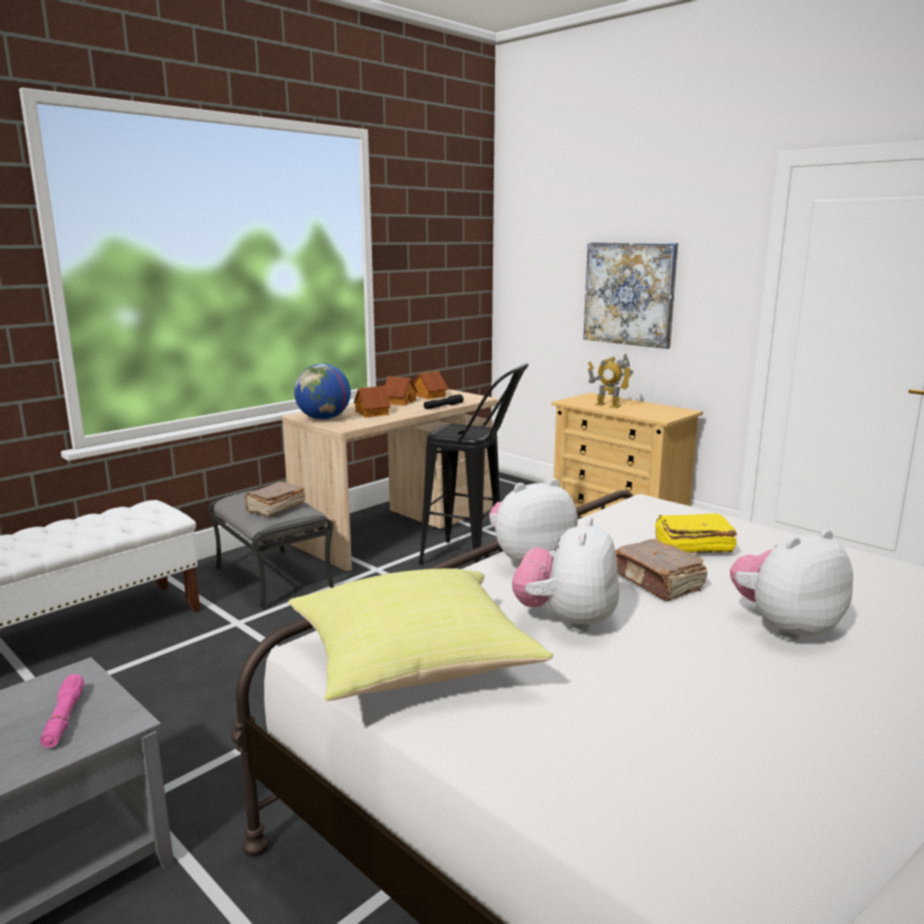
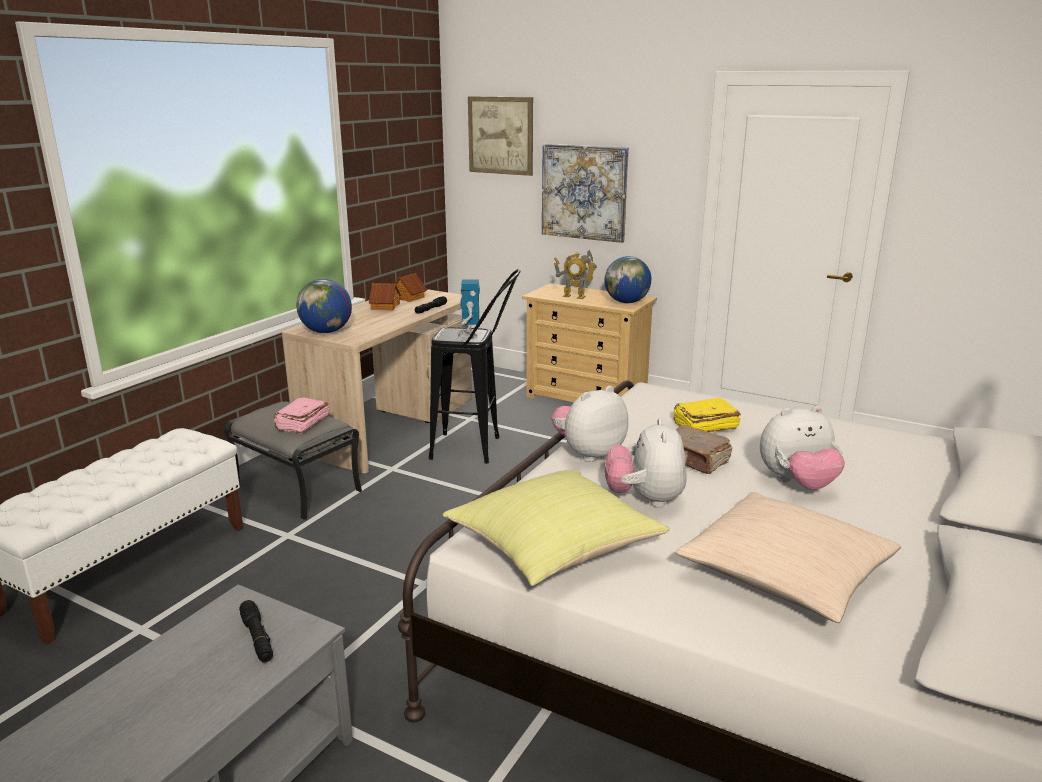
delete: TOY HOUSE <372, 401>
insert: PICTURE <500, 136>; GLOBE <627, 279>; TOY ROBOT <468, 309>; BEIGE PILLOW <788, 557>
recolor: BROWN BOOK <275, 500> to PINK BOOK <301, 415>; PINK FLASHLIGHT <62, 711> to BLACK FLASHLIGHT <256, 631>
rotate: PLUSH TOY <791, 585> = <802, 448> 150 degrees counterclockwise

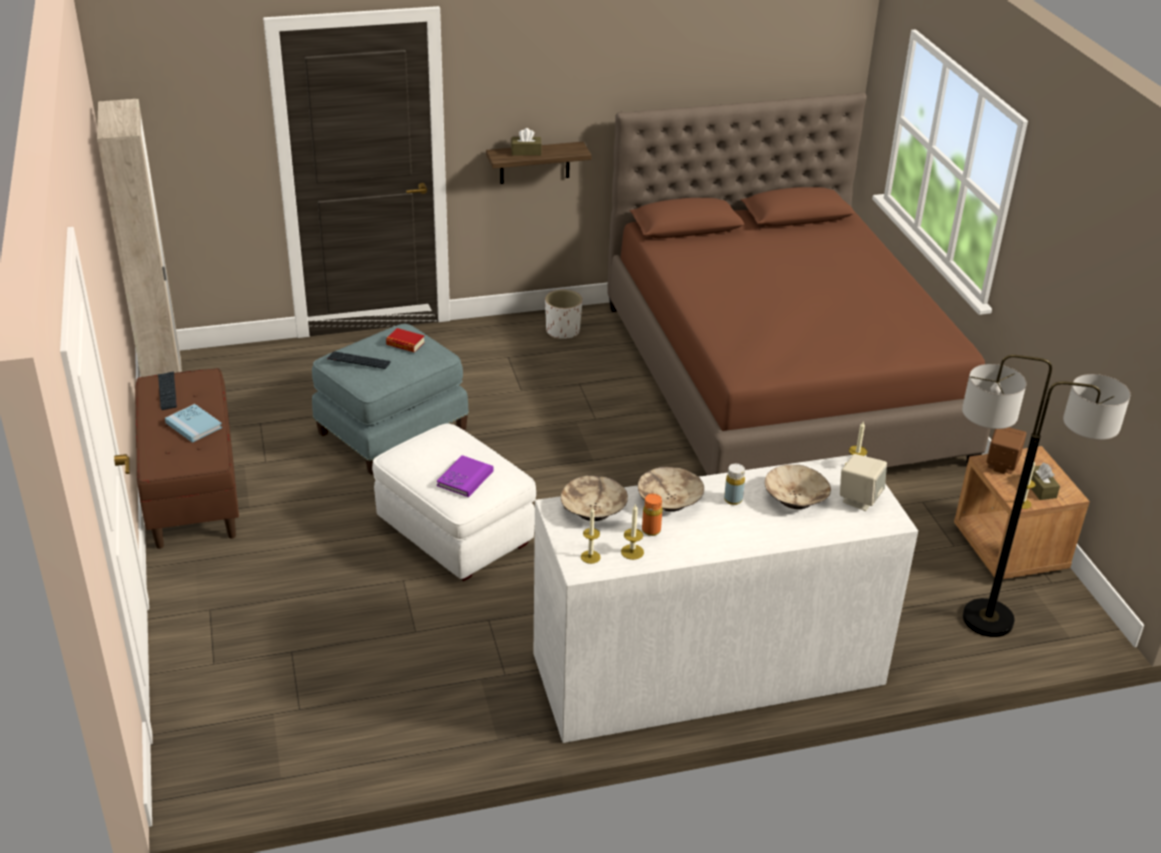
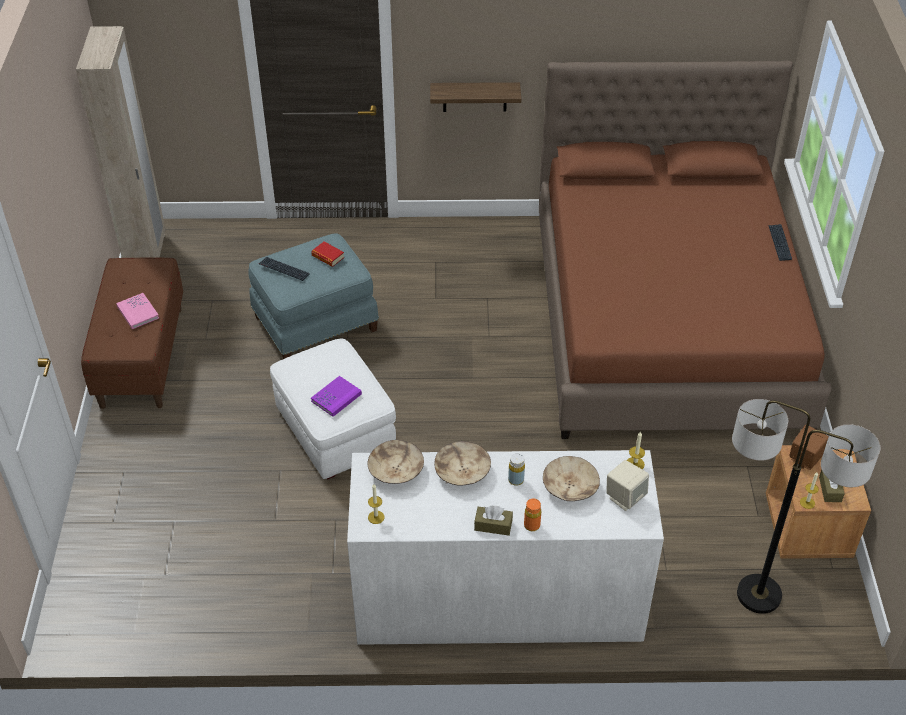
delete: WHITE PLANTER <563, 314>; CANDLE <632, 532>
move: BROWN TISSUE BOX <526, 142> to <493, 521>; KEYBOARD <167, 390> to <780, 242>; ORANGE BOTTLE <652, 515> to <532, 514>
recolor: BLUE BOOK <193, 423> to PINK BOOK <137, 311>

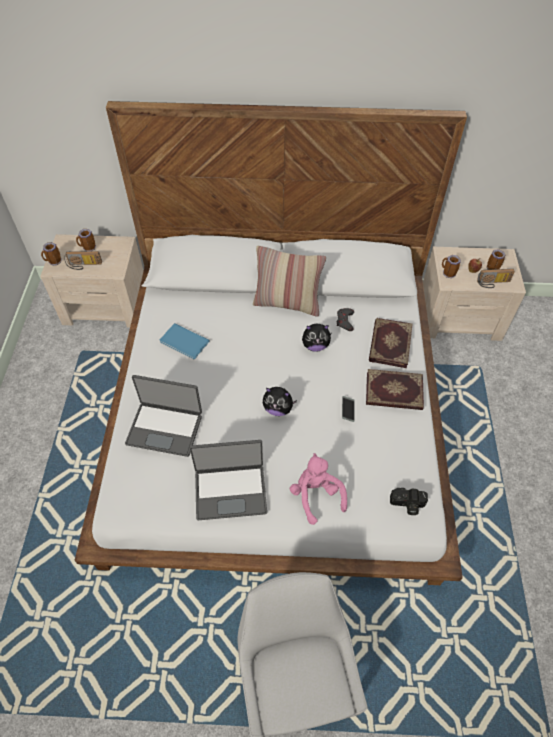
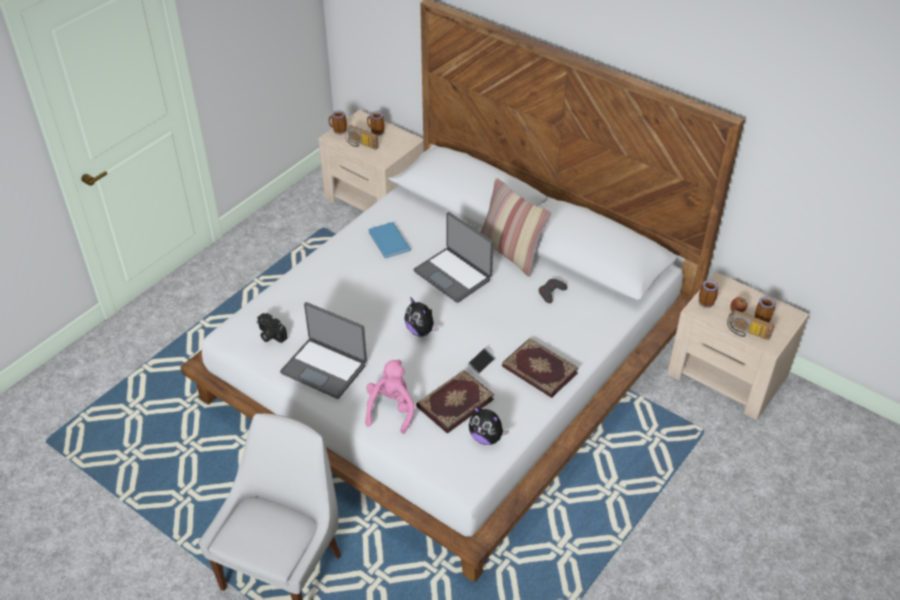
move: BOOK <391, 343> to <455, 402>; PLUSH TOY <317, 338> to <489, 425>; LAPTOP <163, 416> to <453, 257>; PHOTO CAMERA <409, 501> to <272, 328>

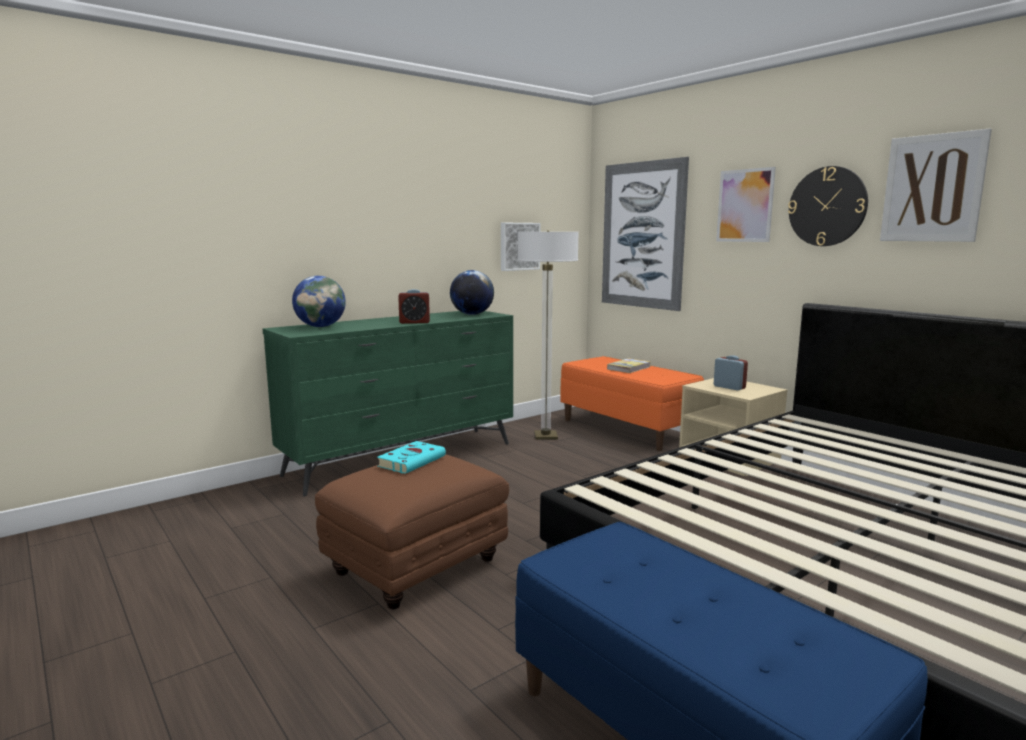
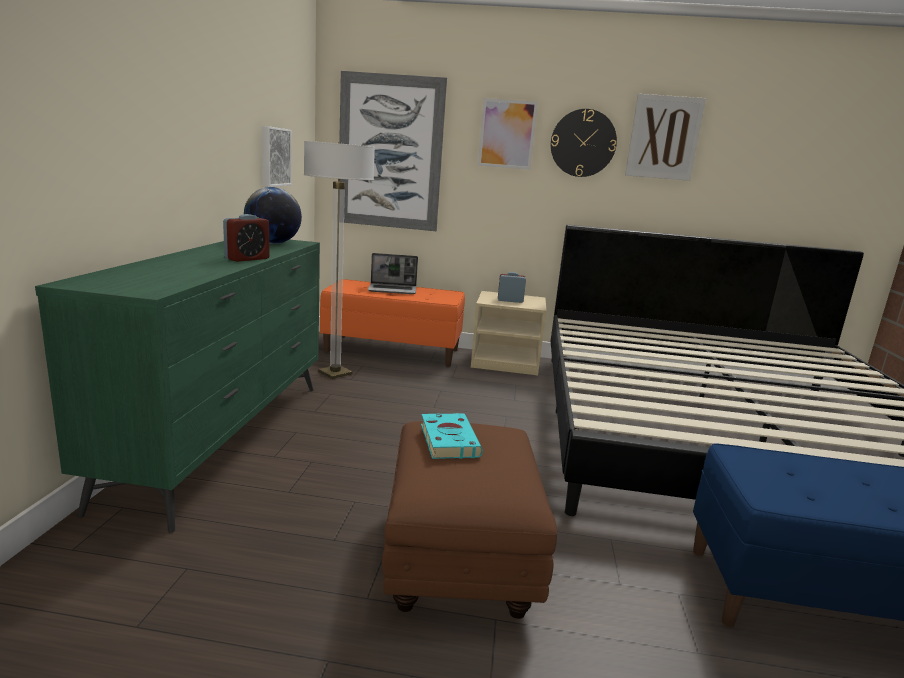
delete: GLOBE <319, 301>
replace: BOOK <629, 365> to LAPTOP <393, 273>

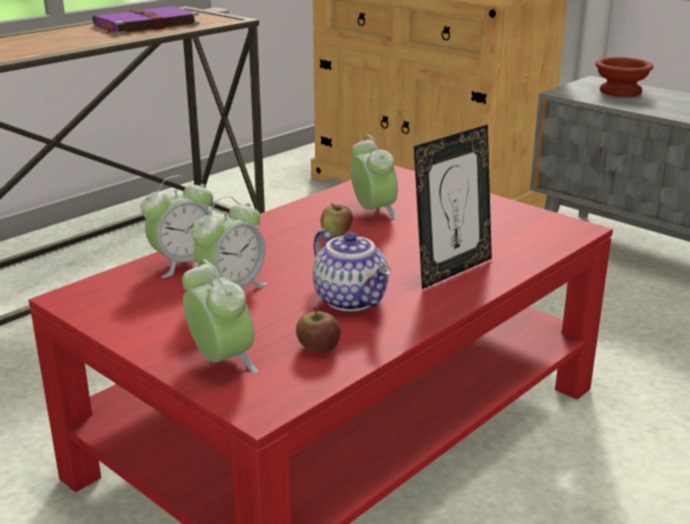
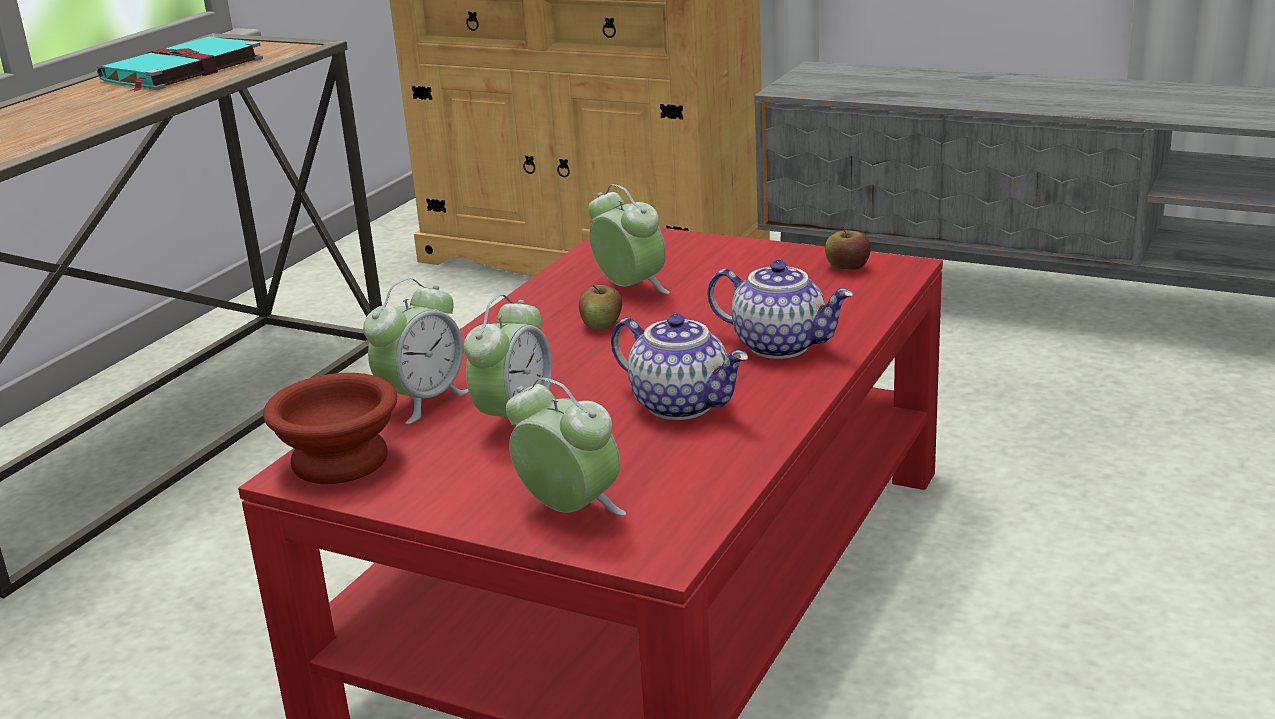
move: BROWN BOWL <624, 77> to <330, 428>; APPLE <318, 330> to <848, 247>
replace: PICTURE FRAME <453, 206> to TEAPOT <780, 309>
recolor: PURPLE BOOK <146, 20> to TURQUOISE BOOK <180, 64>

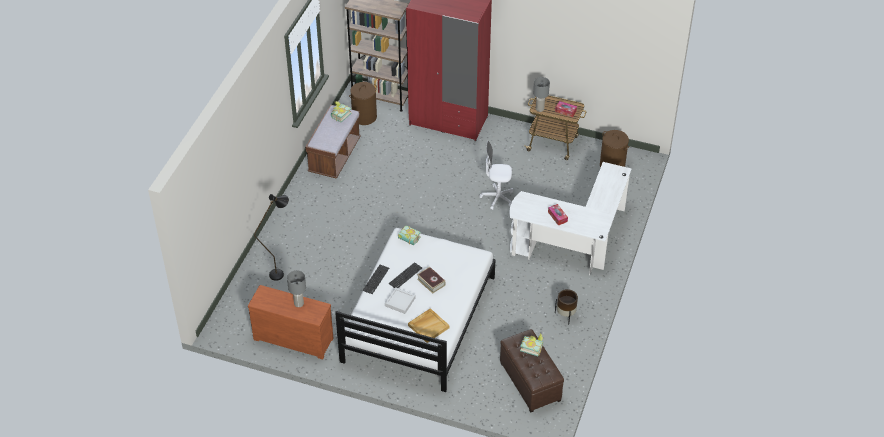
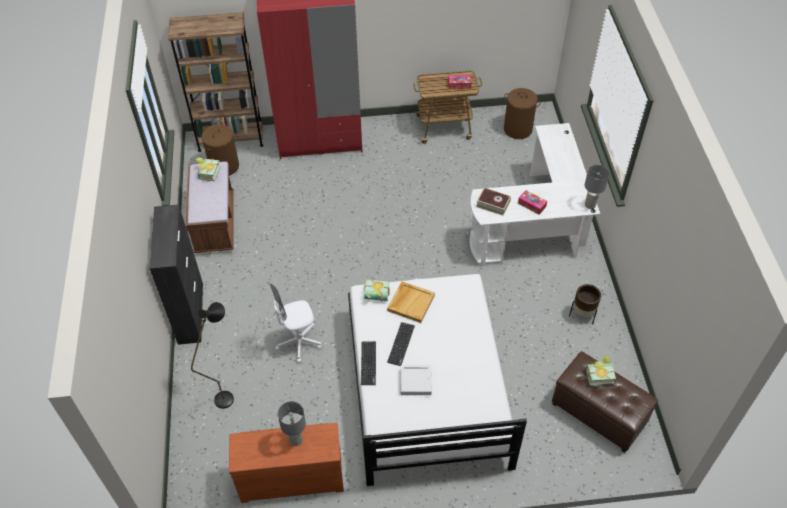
insert: BLACK CABINET <176, 274>
move: GREY TABLE LAMP <541, 94> to <597, 187>; WHITE OFFICE CHAIR <496, 175> to <295, 323>; BOOK <431, 280> to <493, 202>; BEIGE TRAY <429, 325> to <411, 302>

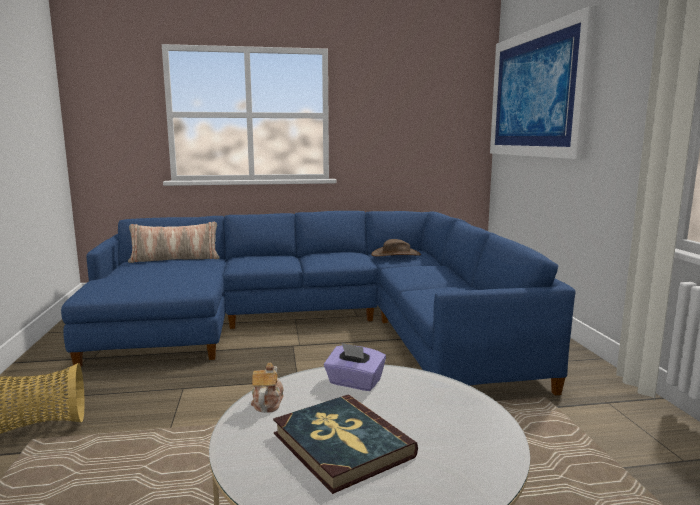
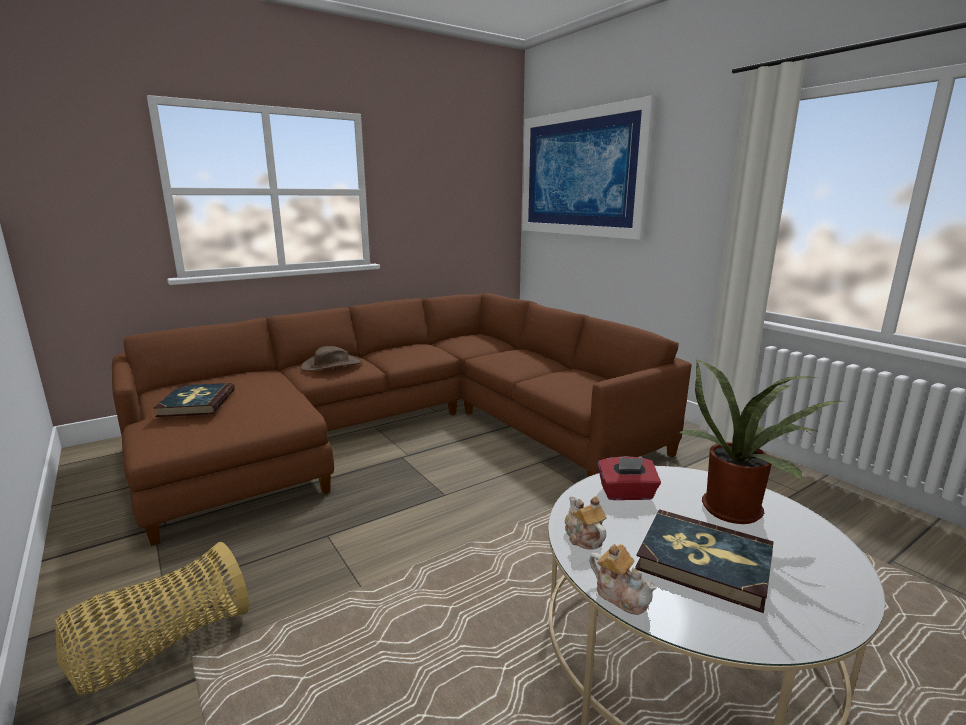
delete: PILLOW <174, 242>
insert: POTTED PLANT <760, 441>; BOOK <194, 400>; TEAPOT <623, 579>
move: BROWN HAT <396, 247> to <331, 358>
recolor: BLUE SOFA <318, 303> to BROWN SOFA <402, 419>; PURPLE TISSUE BOX <355, 367> to RED TISSUE BOX <629, 478>

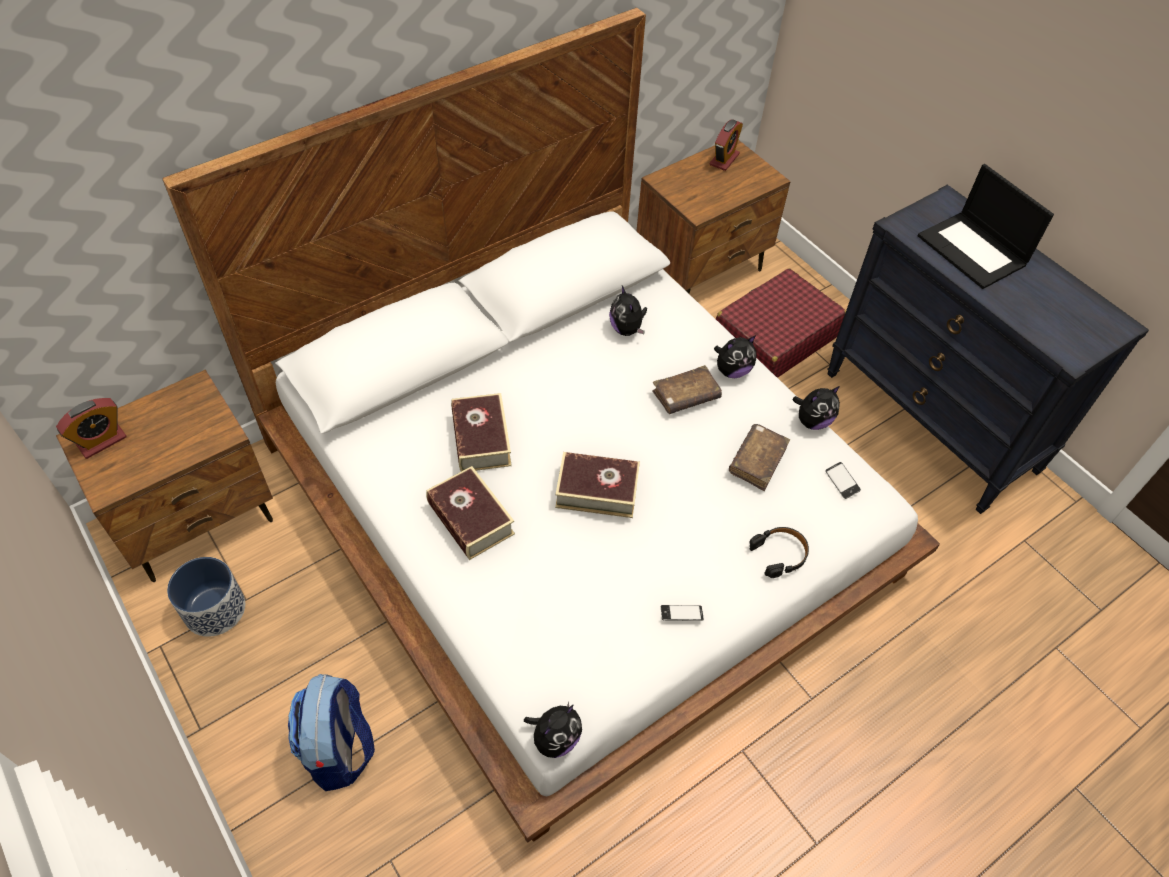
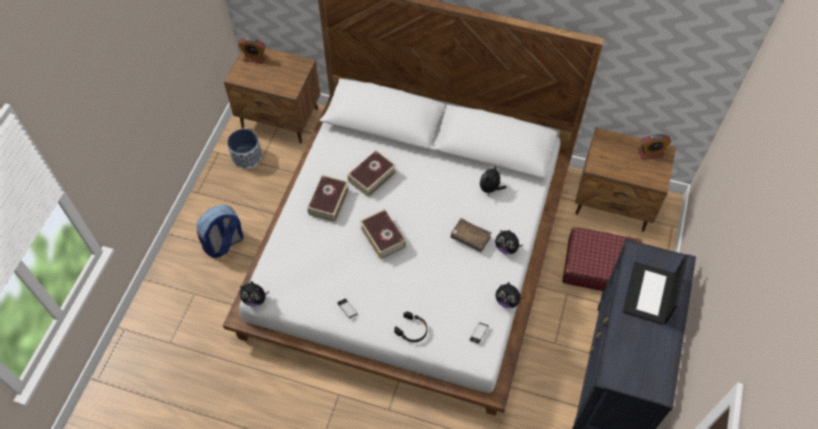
delete: BROWN BOOK <759, 457>

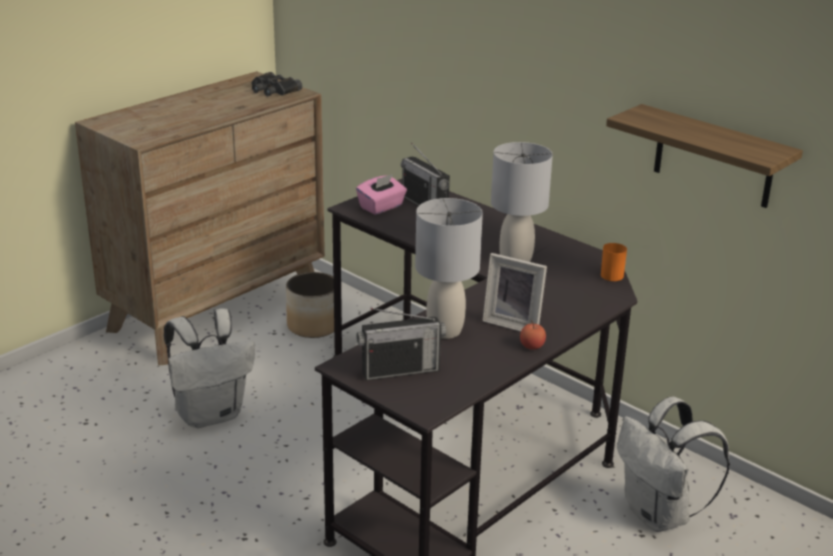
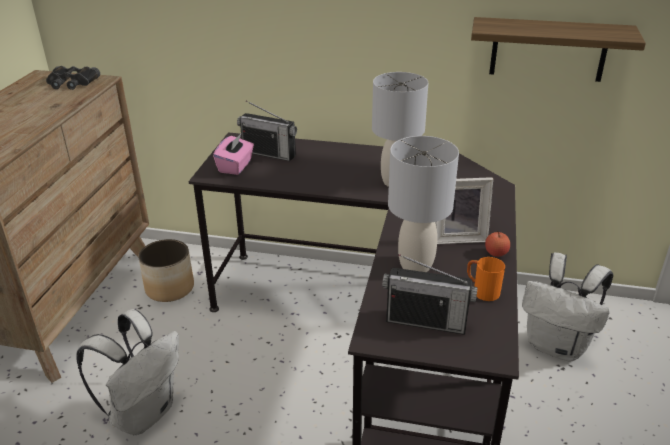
move: ORANGE MUG <614, 262> to <486, 279>
rotate: RADIO <401, 344> = <430, 294> 60 degrees clockwise

